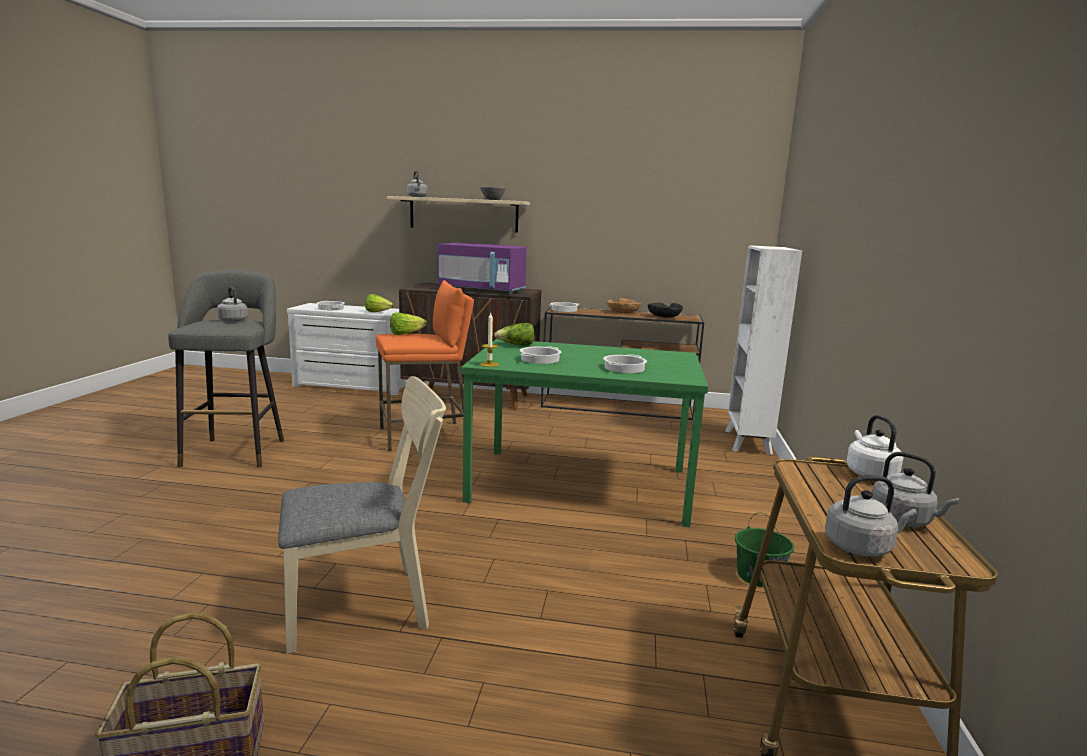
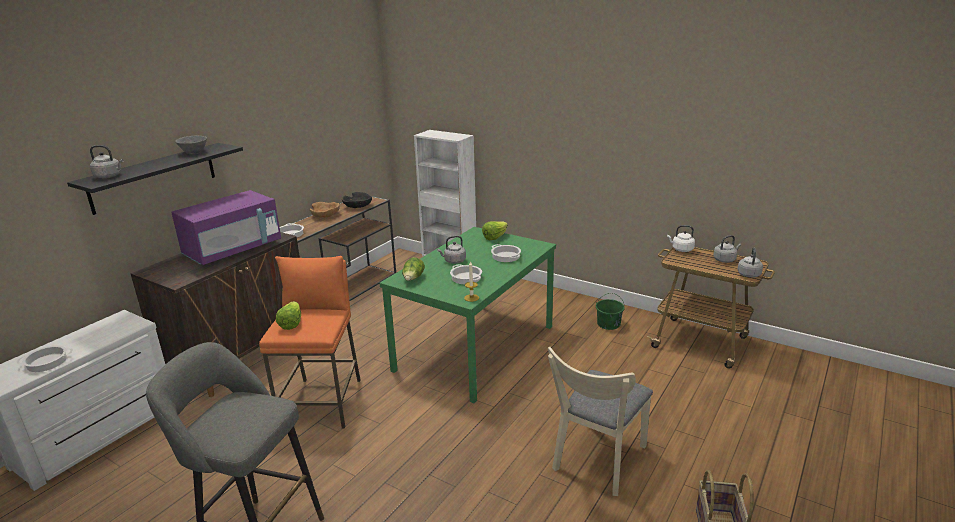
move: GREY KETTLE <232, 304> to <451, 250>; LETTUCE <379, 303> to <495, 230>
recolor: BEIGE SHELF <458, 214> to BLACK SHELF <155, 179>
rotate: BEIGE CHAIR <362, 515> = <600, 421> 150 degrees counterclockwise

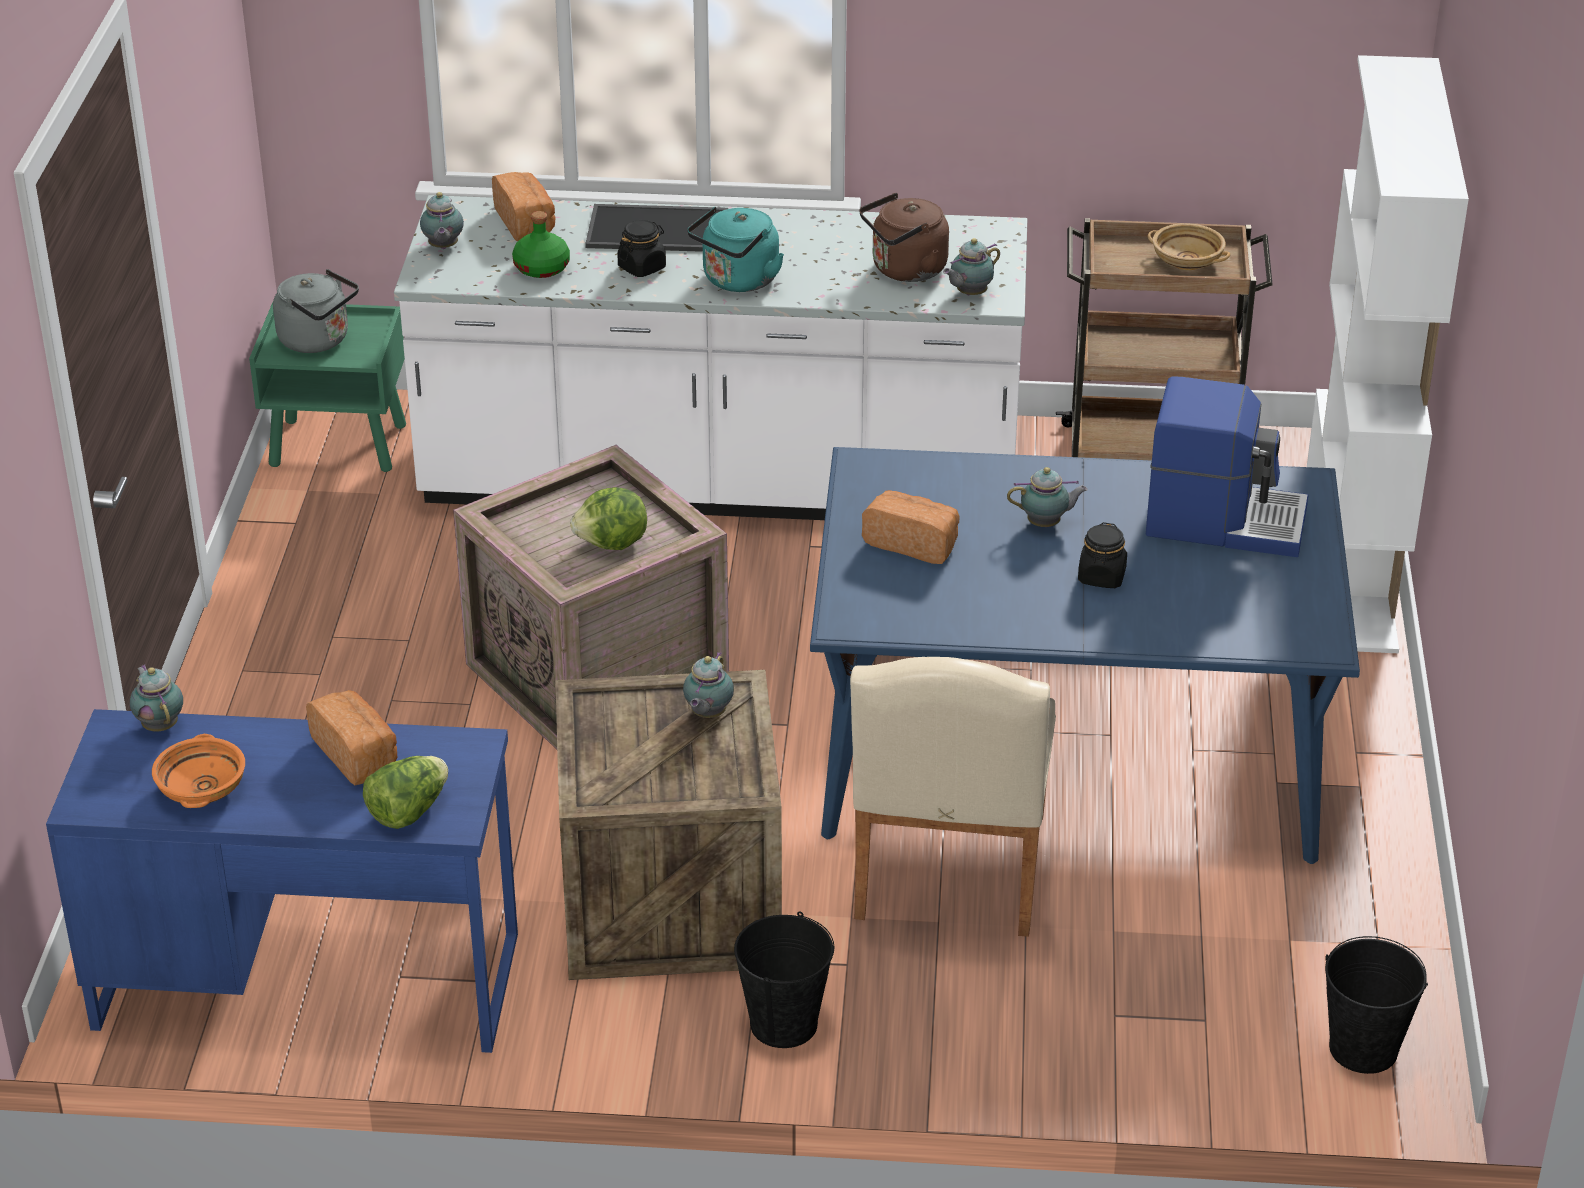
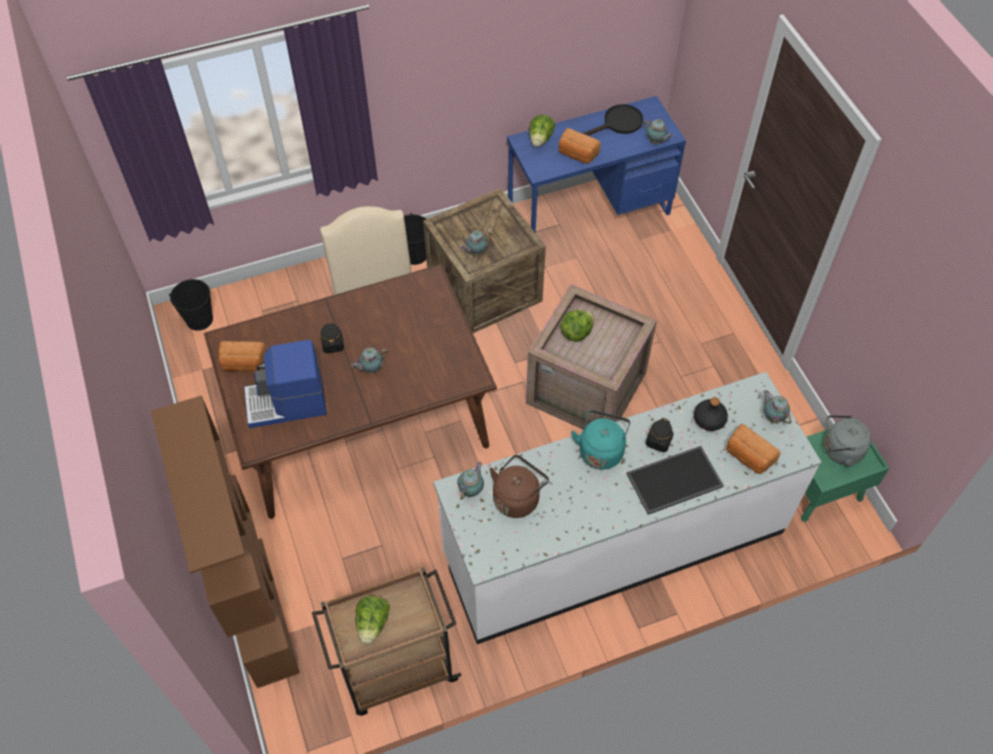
move: BREAD <911, 527> to <242, 356>
replace: BEIGE BOWL <1188, 246> to LETTUCE <373, 620>; ORANGE BOWL <198, 771> to BLACK FRYING PAN <612, 120>
recolor: WHITE BOOKCASE <1388, 354> to BROWN BOOKCASE <225, 541>; GREEN BOTTLE <541, 244> to BLACK BOTTLE <711, 414>; BLUE DINING TABLE <1085, 655> to BROWN DINING TABLE <350, 391>
rotate: TEAPOT <708, 685> = <476, 242> 120 degrees counterclockwise

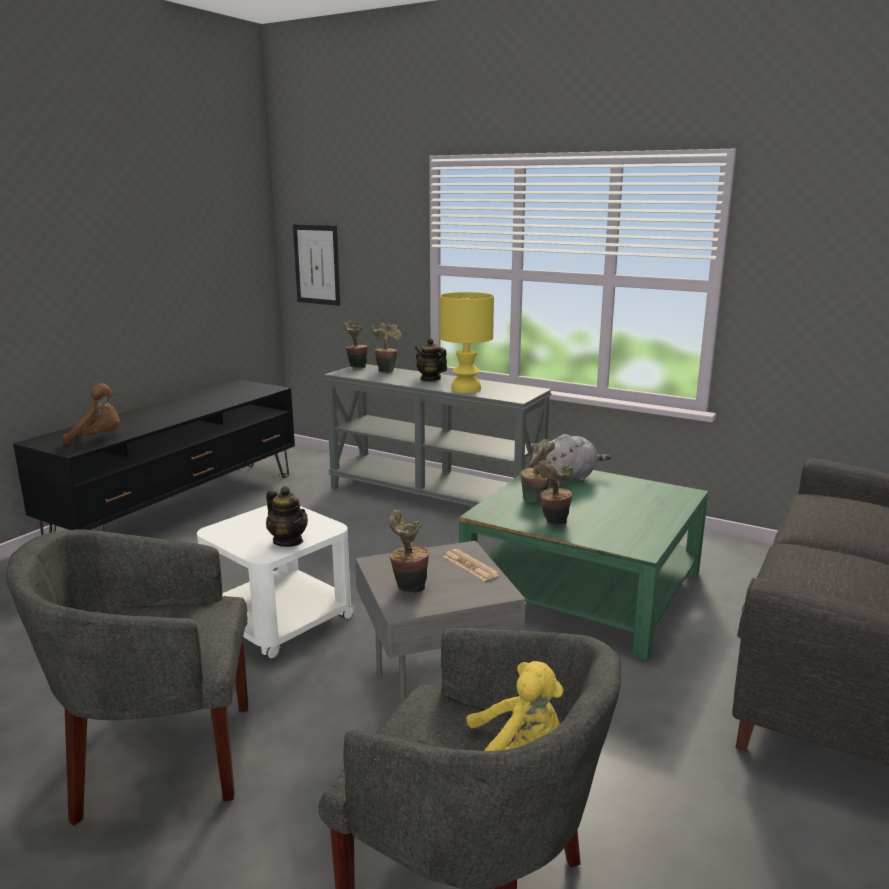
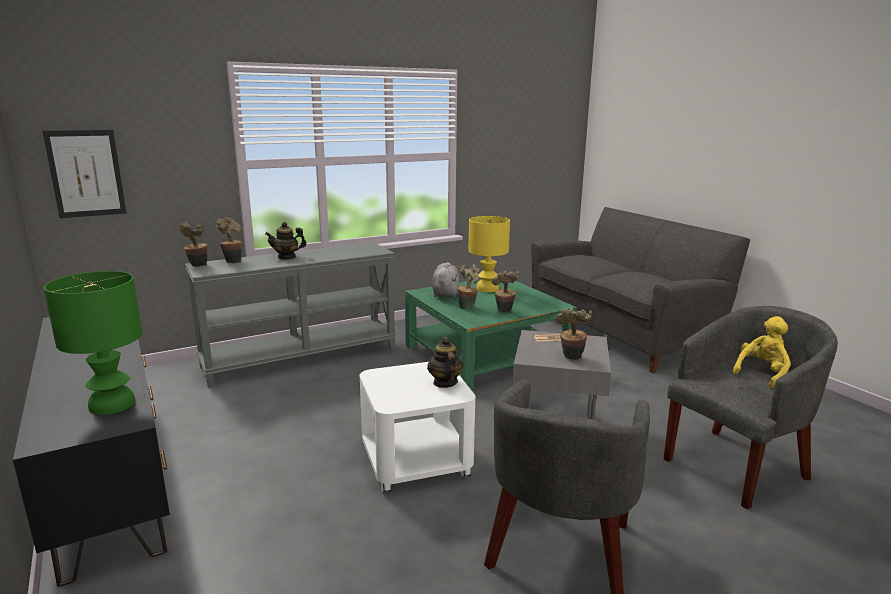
move: YELLOW TABLE LAMP <467, 342> to <489, 254>
replace: BROWN PLUSH TOY <91, 414> to GREEN TABLE LAMP <93, 343>
rotate: TEAPOT <287, 516> = <445, 362> 90 degrees counterclockwise

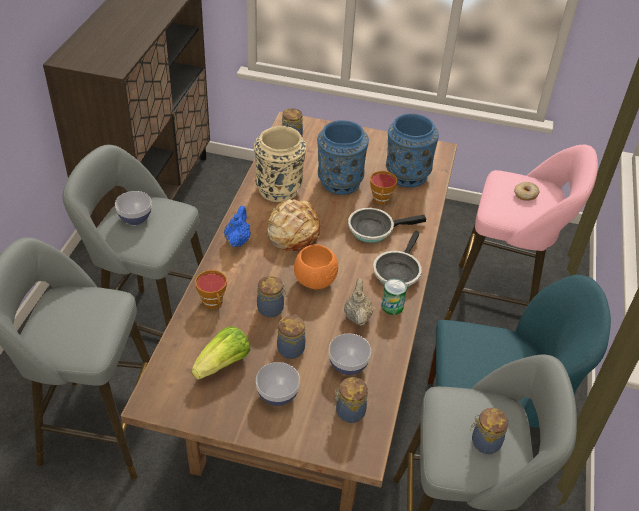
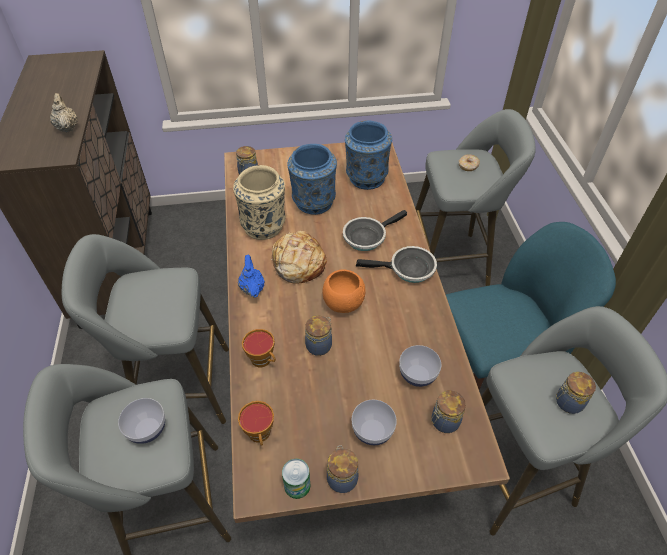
delete: LETTUCE <221, 352>
move: CUP <383, 188> to <256, 423>; BOWL <133, 208> to <141, 421>; BEIGE TEAPOT <358, 302> to <64, 112>; CAN <394, 296> to <296, 479>; JAR <291, 337> to <342, 469>
recolor: PINK STOOL <521, 232> to GREY STOOL <475, 197>
rotate: FRYING PAN <397, 258> = <396, 264> 90 degrees counterclockwise

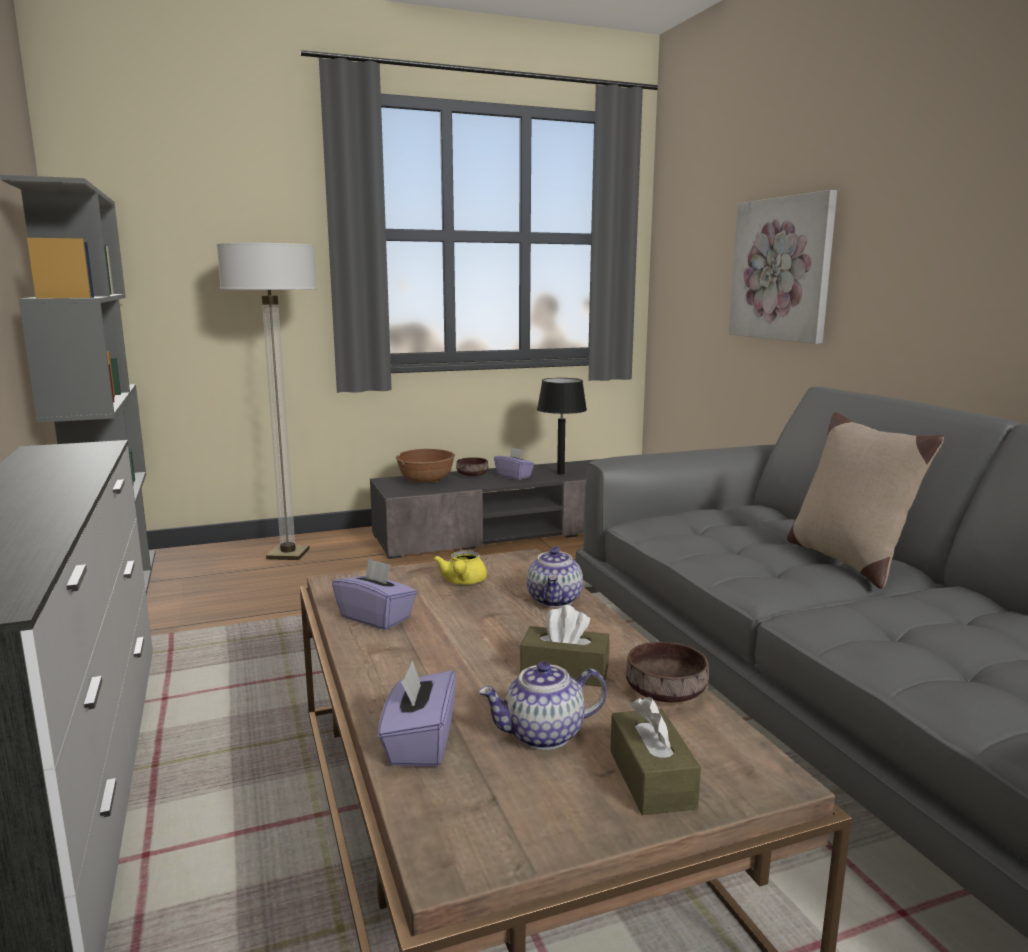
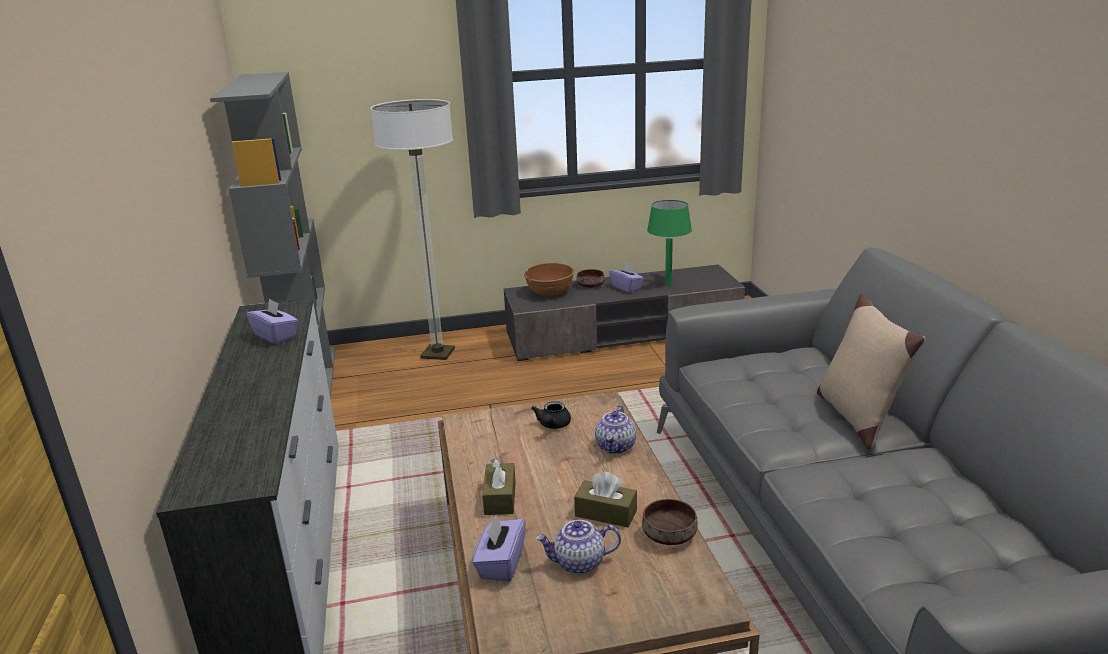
delete: PICTURE <783, 267>
move: PURPLE TISSUE BOX <374, 594> to <272, 321>; BROWN TISSUE BOX <655, 756> to <499, 486>
recolor: BLACK TABLE LAMP <562, 426> to GREEN TABLE LAMP <669, 243>; YELLOW TEAPOT <460, 567> to BLACK TEAPOT <551, 415>

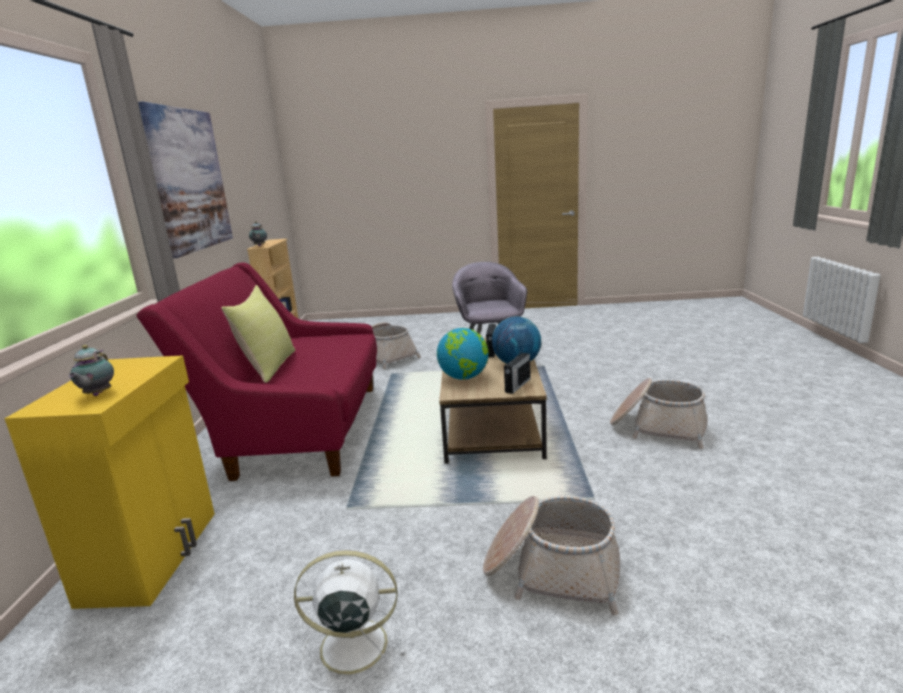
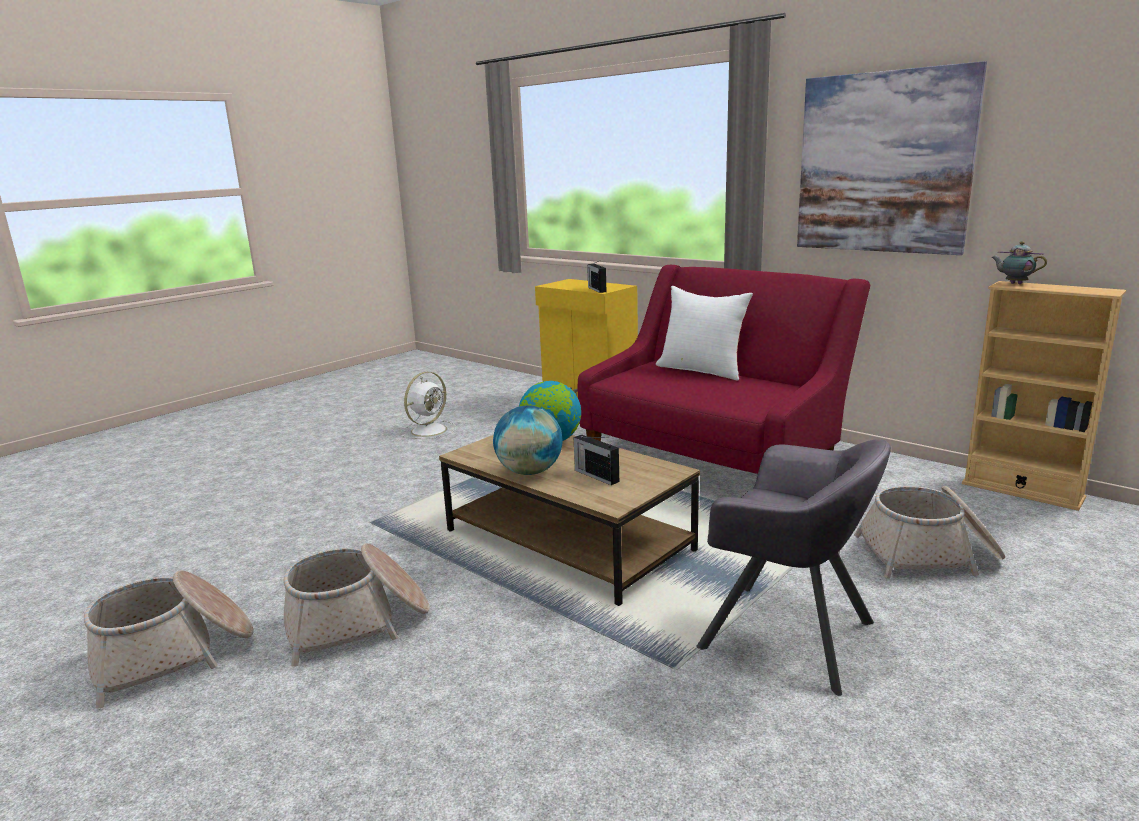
delete: TEAPOT <91, 370>
move: RADIO <517, 371> to <596, 277>; BASKET <551, 555> to <169, 639>
recolor: YELLOW PILLOW <258, 334> to WHITE PILLOW <704, 333>

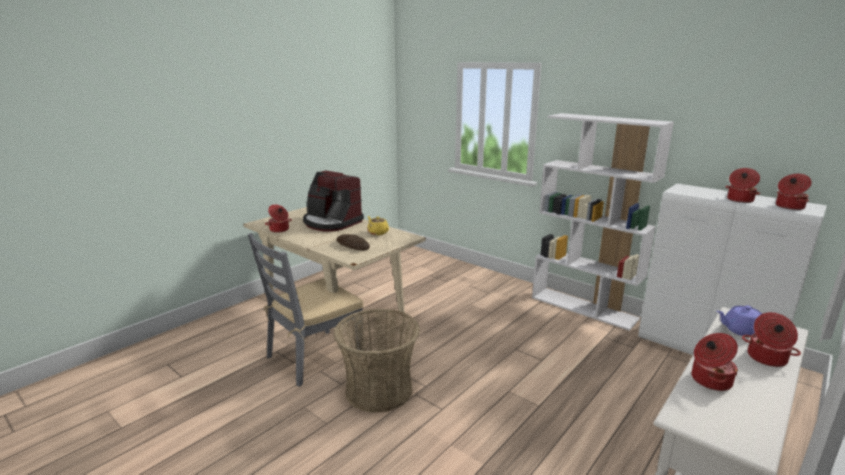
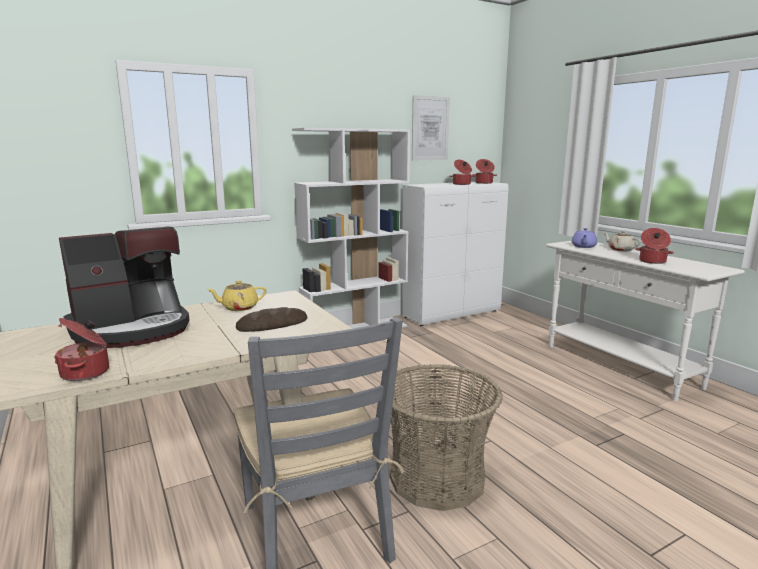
insert: PICTURE <431, 127>
replace: COOKING POT <771, 339> to BEIGE TEAPOT <622, 241>

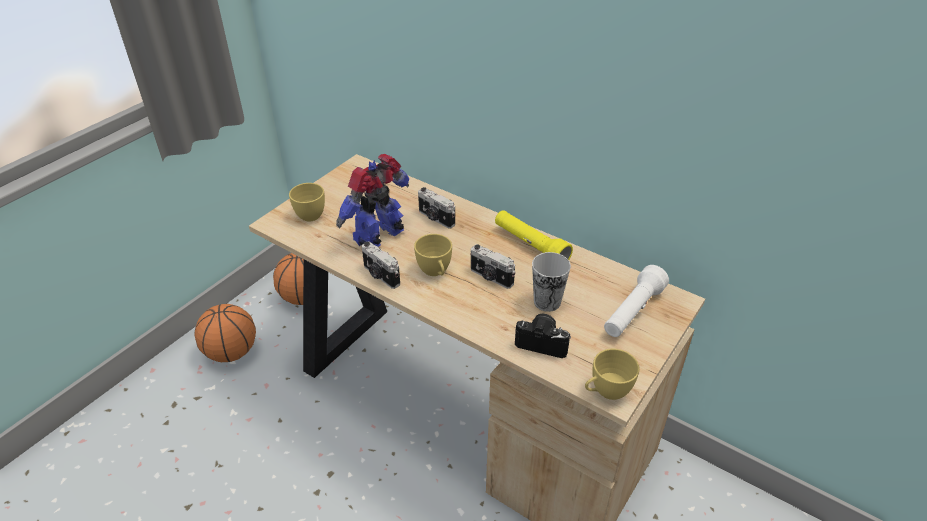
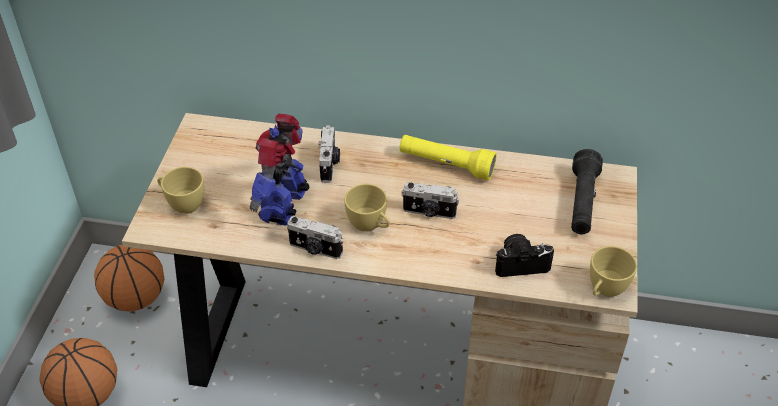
delete: CUP <551, 282>
recolor: WHITE FLASHLIGHT <636, 301> to BLACK FLASHLIGHT <587, 191>
rotate: PHOTO CAMERA <436, 208> = <329, 154> 105 degrees counterclockwise

